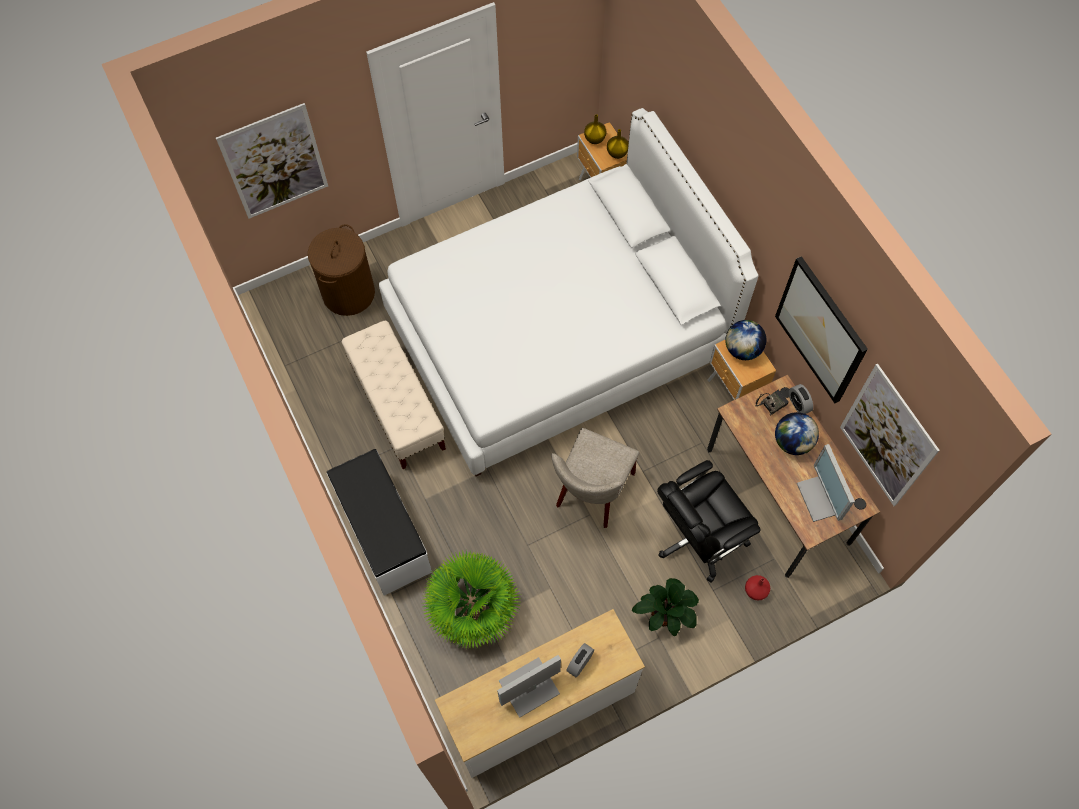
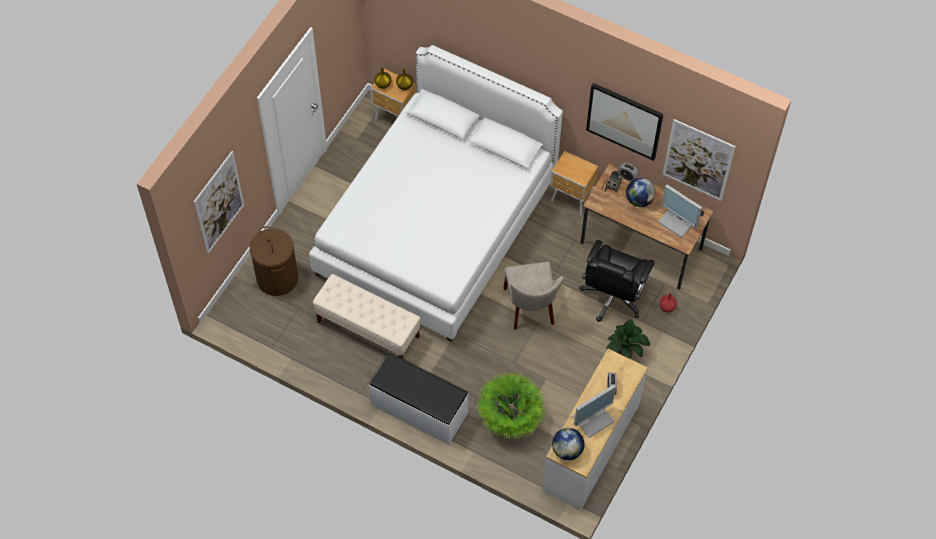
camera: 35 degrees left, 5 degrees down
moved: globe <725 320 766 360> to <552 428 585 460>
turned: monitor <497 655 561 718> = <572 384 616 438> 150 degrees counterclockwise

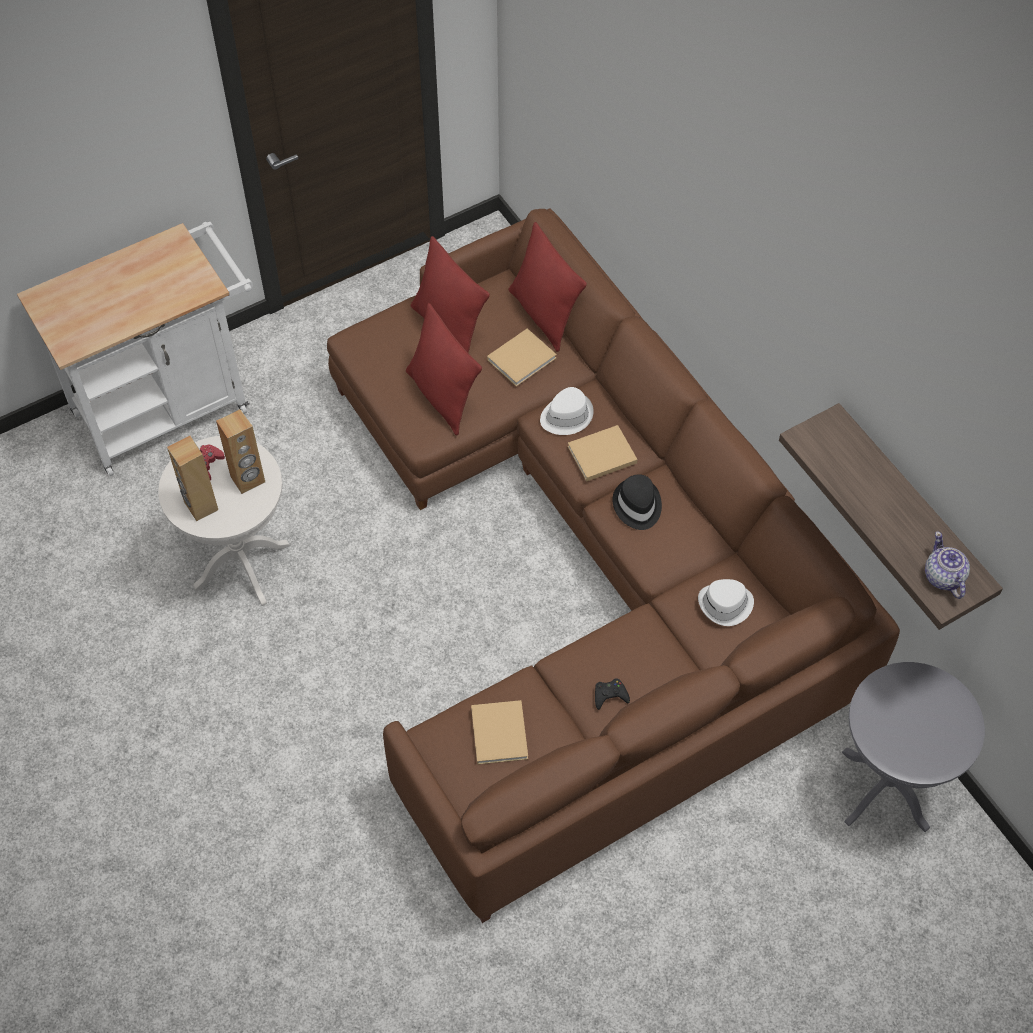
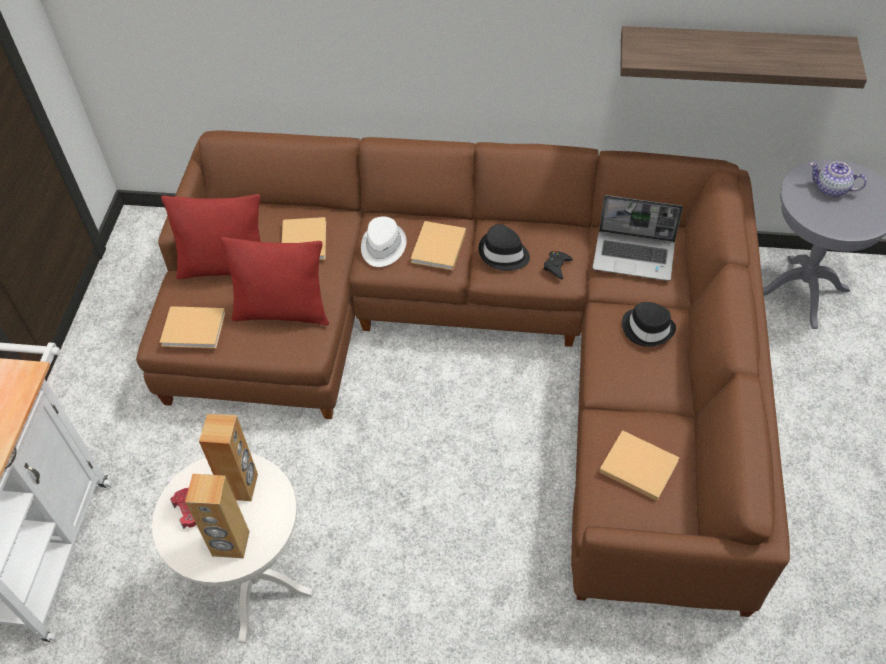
camera: 50 degrees left, 5 degrees down
removed: pillow (red) <508 222 587 352>
added: book (beige) <159 306 226 349>; hat (black) <622 302 676 347>
moved: game controller (black) <595 679 630 710> to <544 251 573 279>; teapot <925 531 970 599> to <810 162 867 197>
replaced: hat (white) <698 579 754 626> to laptop <593 195 683 281>

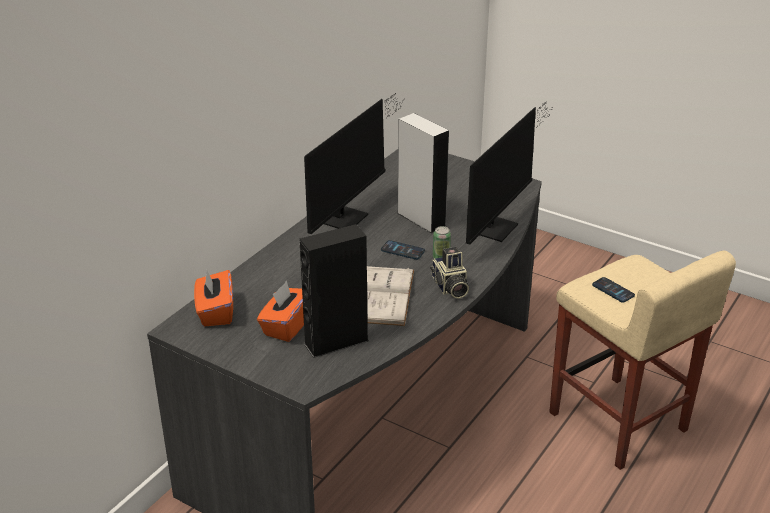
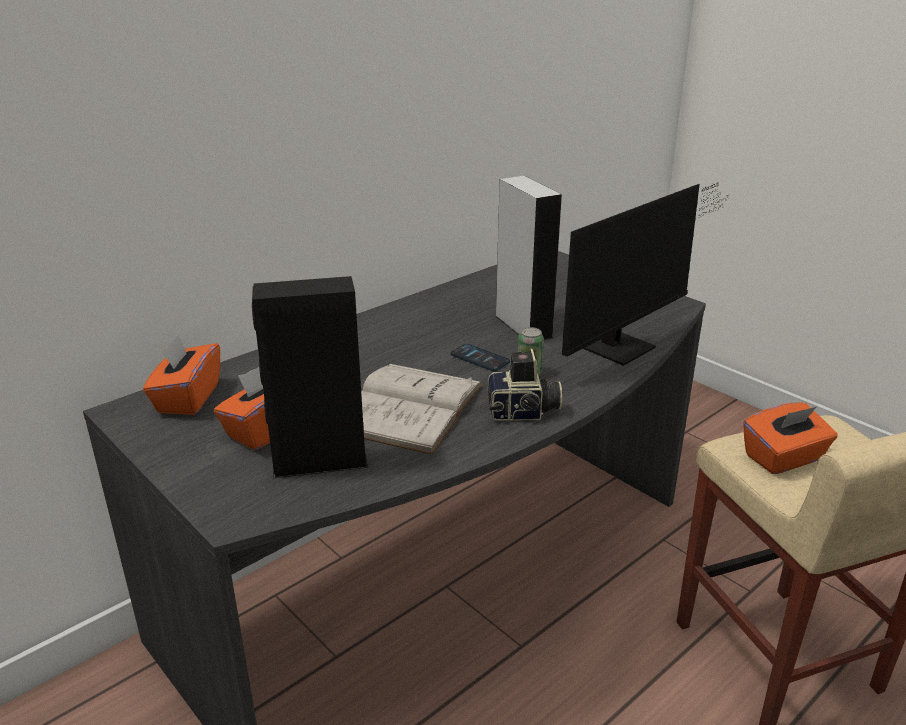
camera: 15 degrees right, 5 degrees down
removed: monitor <304 94 405 234>
replaced: phone <592 277 635 303> to tissue box (orange) <743 402 838 474>
turned: photo camera <430 247 469 299> = <487 349 562 421> 90 degrees counterclockwise

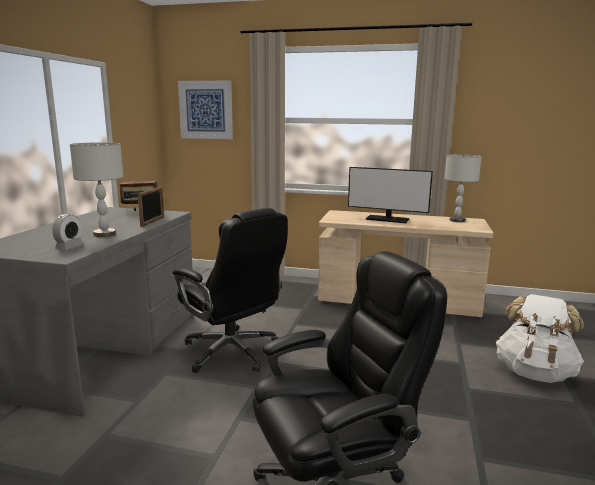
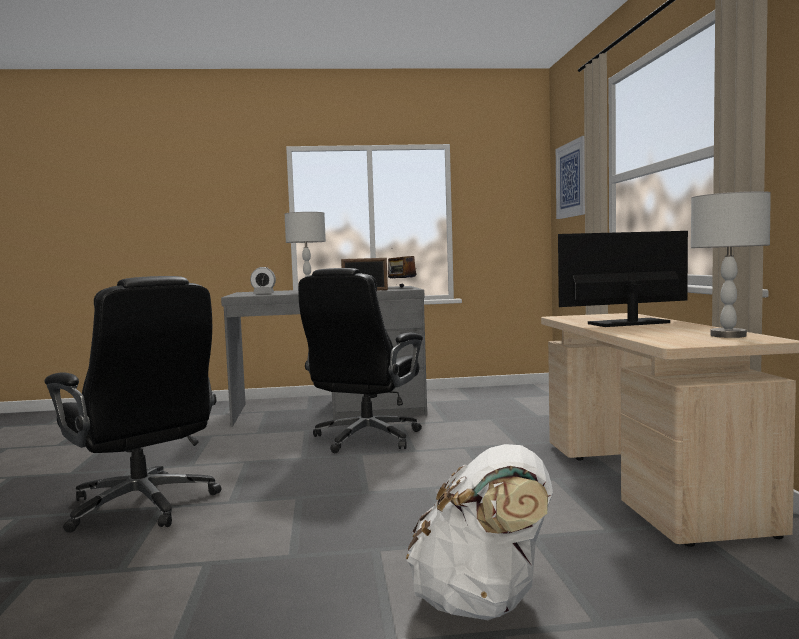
camera: 70 degrees right, 10 degrees down
turned: monitor <348 167 433 223> = <558 231 688 327> 75 degrees clockwise

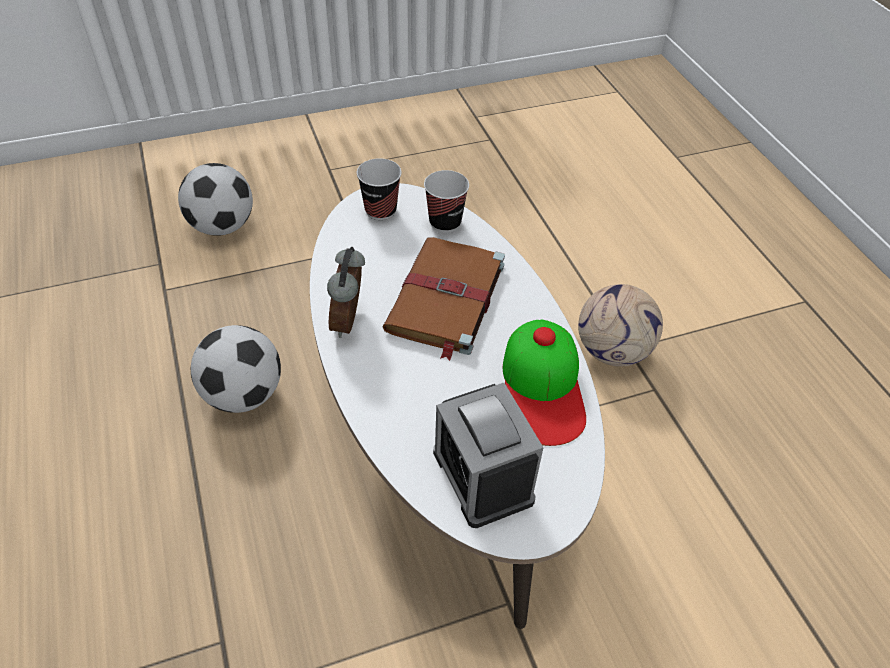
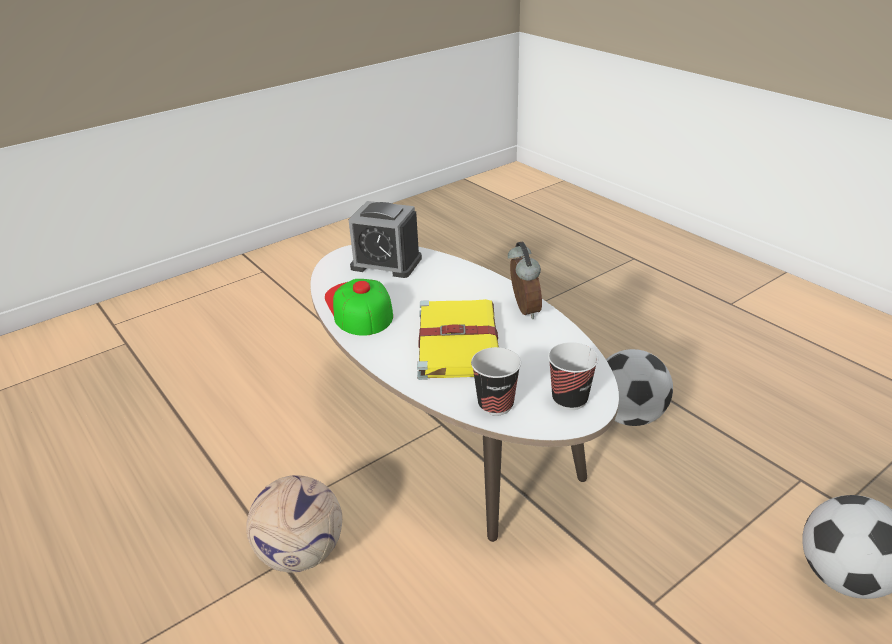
camera: 165 degrees right, 15 degrees down
recoloured: book (brown) <383 237 505 361> to book (yellow) <417 299 499 380>
turned: alarm clock <433 383 544 528> = <349 201 422 278> 150 degrees clockwise

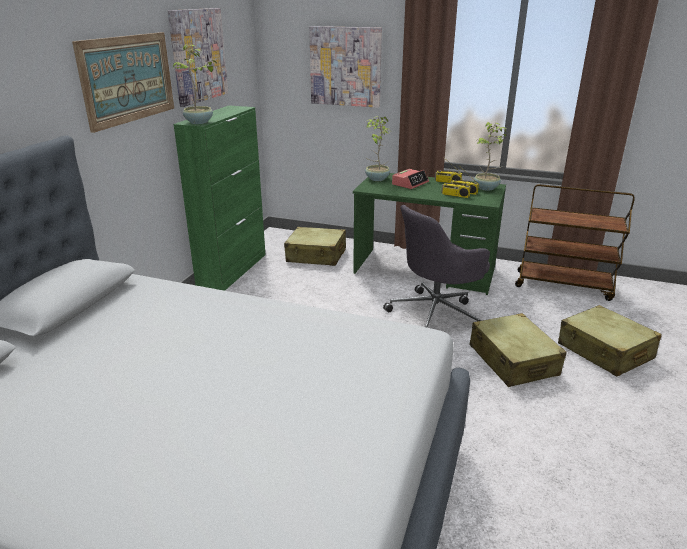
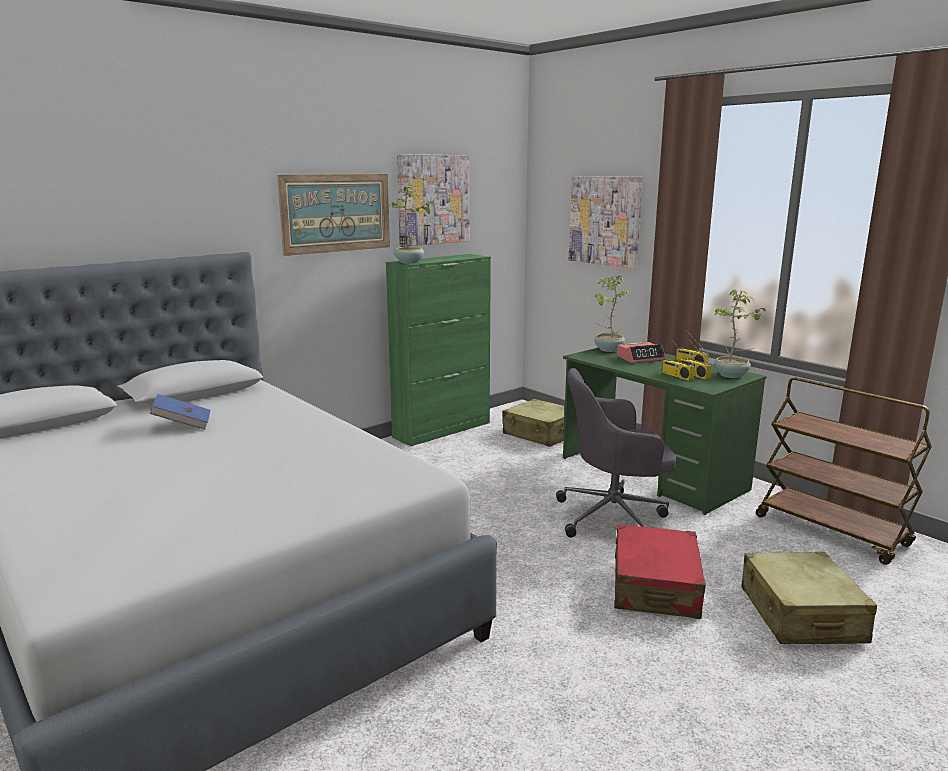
camera: 30 degrees right, 10 degrees down
added: book (blue) <149 394 210 430>
recoloured: suitcase (beige) <469 313 567 387> to suitcase (red) <614 524 706 619>

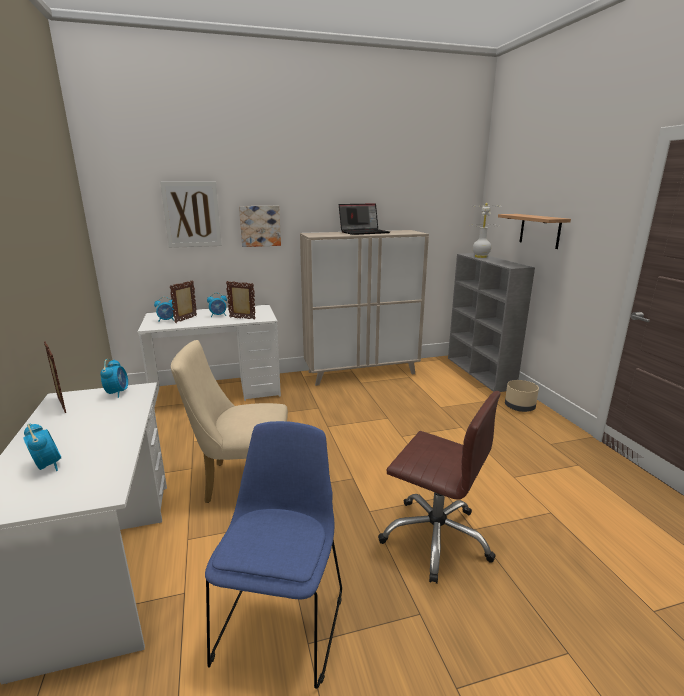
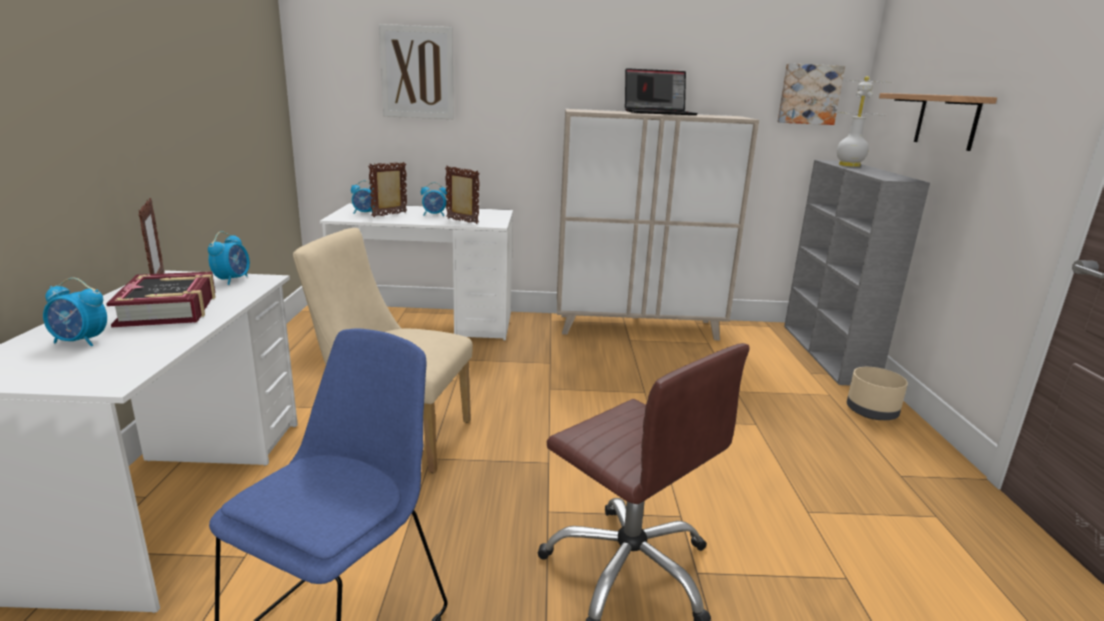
camera: 15 degrees right, 0 degrees up
added: book <106 272 215 328>
moved: picture <239 206 281 247> to <778 63 845 125>
turned: alarm clock <23 424 61 471> = <43 277 107 347> 120 degrees clockwise

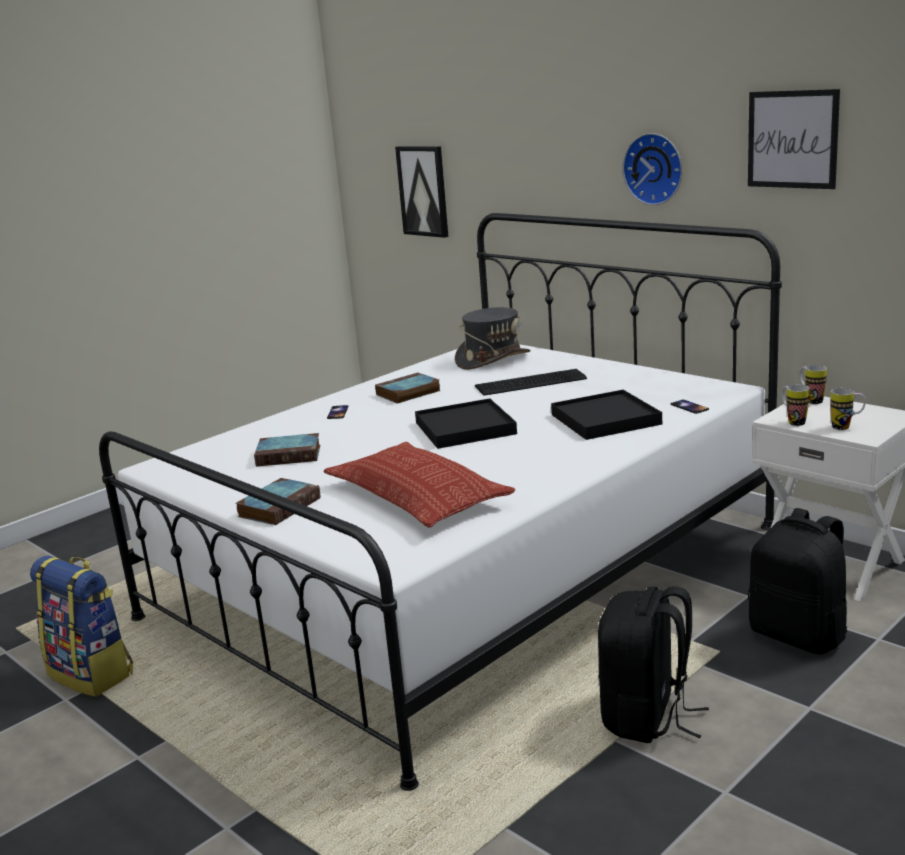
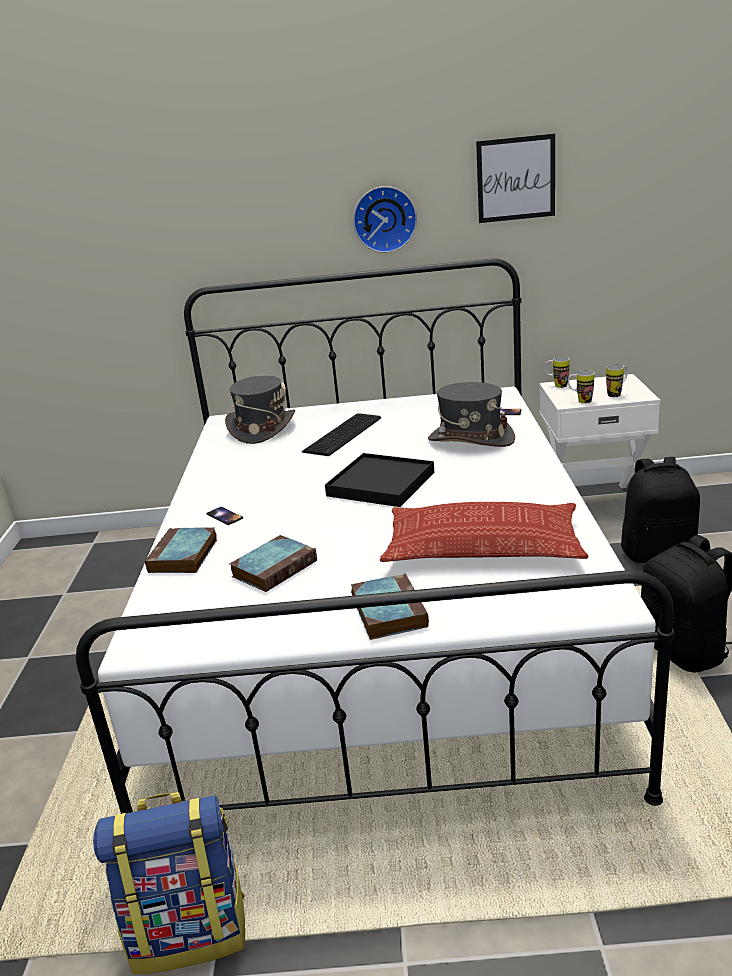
camera: 45 degrees left, 5 degrees up
removed: picture <395 146 448 238>
moved: book <375 372 441 404> to <145 527 217 573>
replaced: tray (black) <551 390 662 440> to hat (grey) <428 382 515 447>

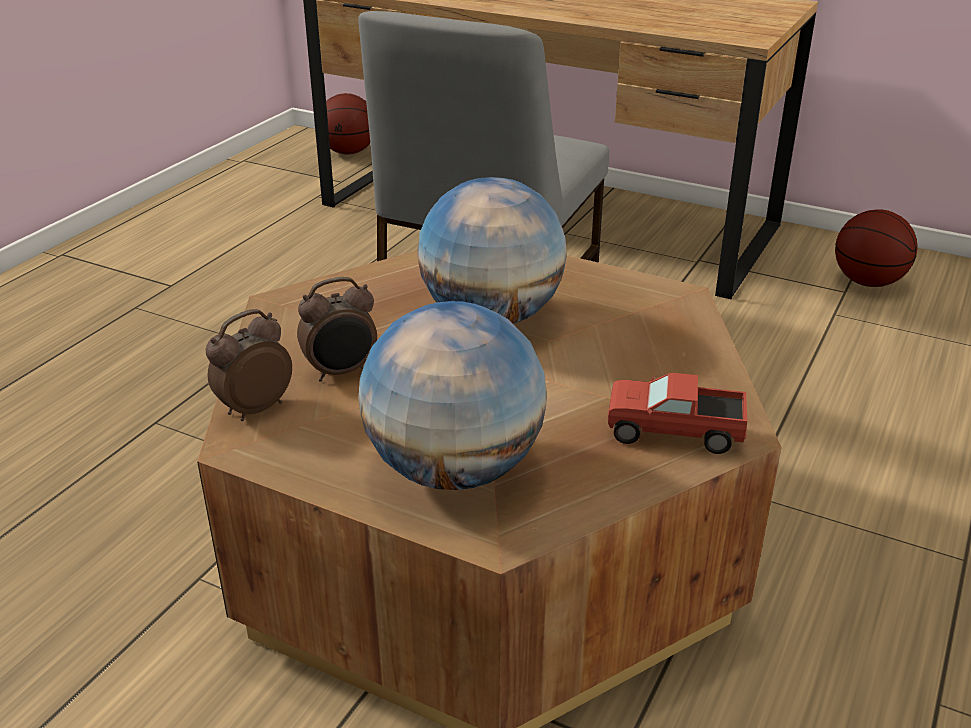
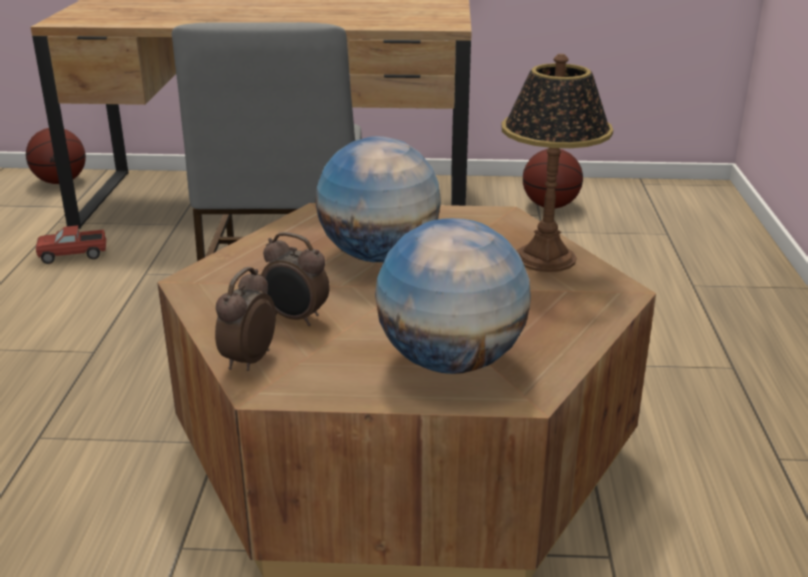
camera: 25 degrees left, 5 degrees down
added: table lamp <501 54 613 272>
moved: toy truck <608 373 747 454> to <36 225 106 264>
turned: alarm clock <297 277 377 382> = <261 232 330 326> 75 degrees clockwise

